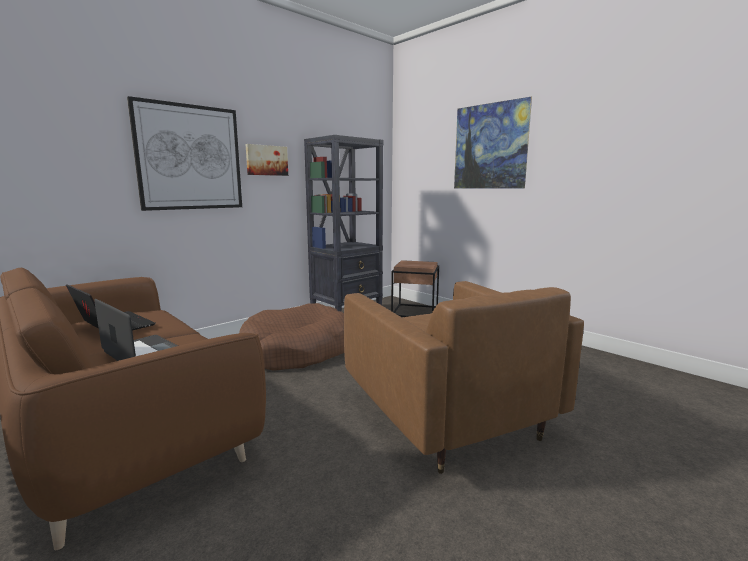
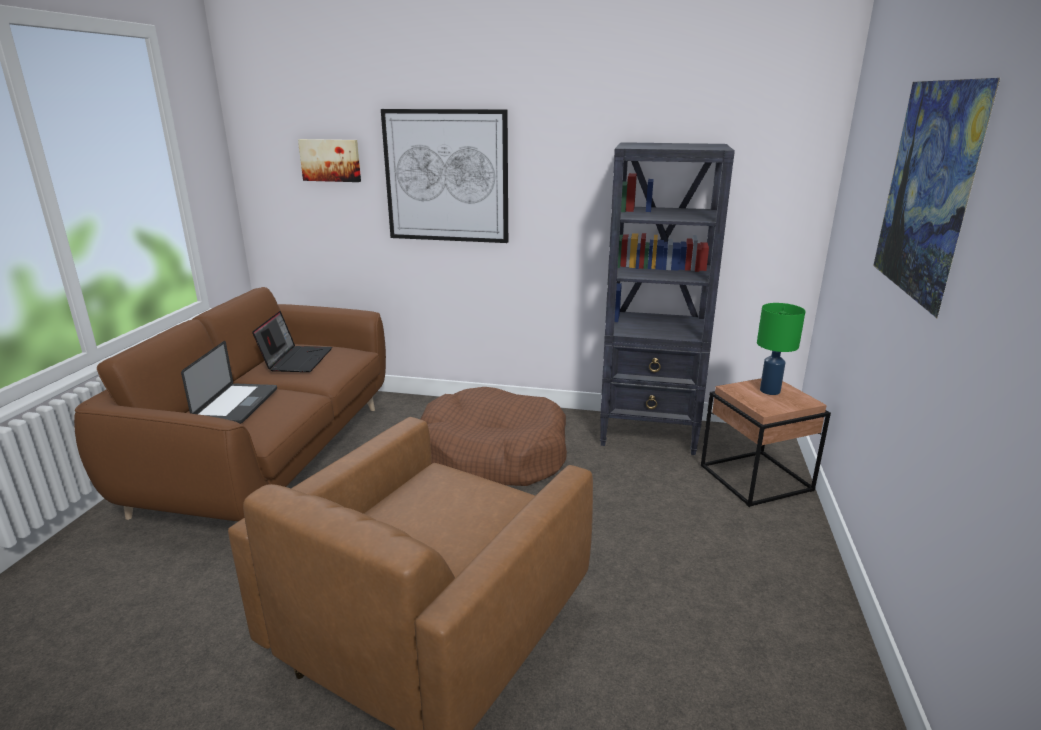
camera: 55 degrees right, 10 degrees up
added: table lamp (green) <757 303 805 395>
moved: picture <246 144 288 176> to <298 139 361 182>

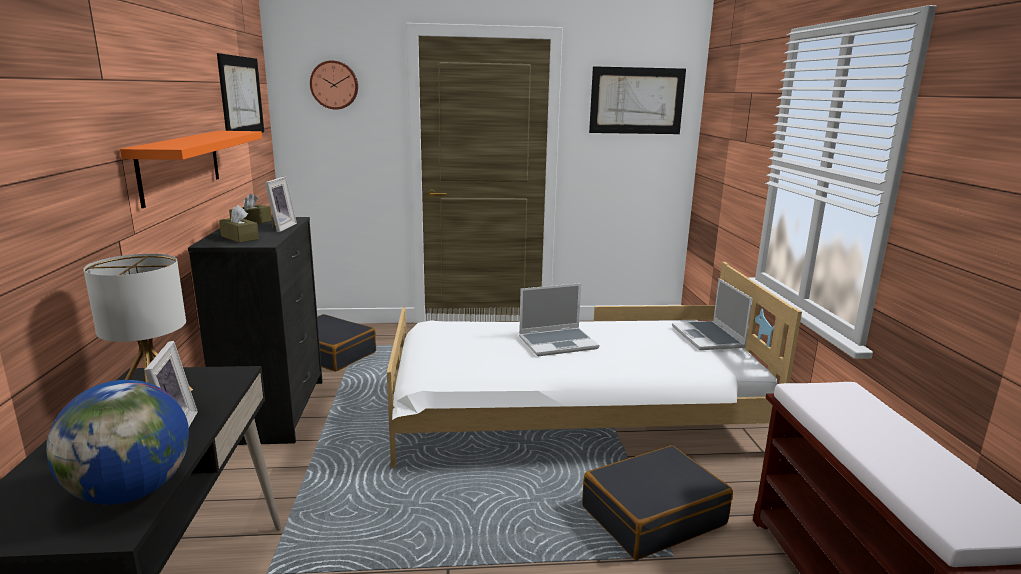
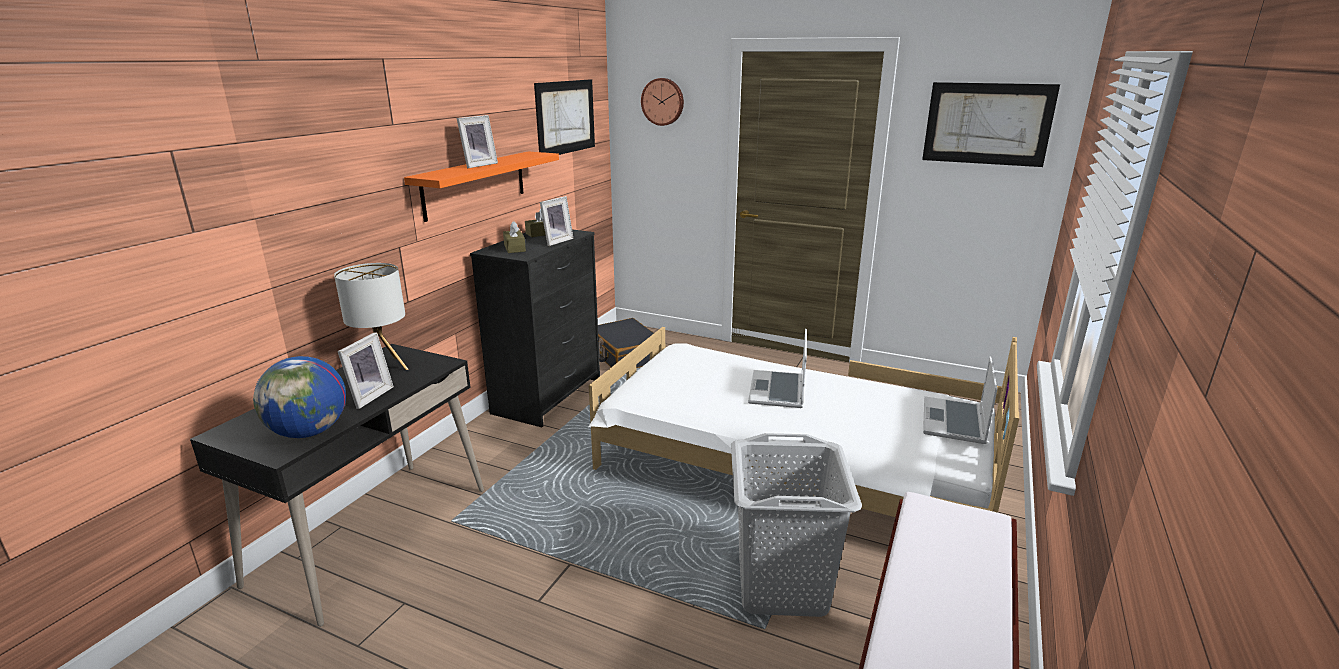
camera: 30 degrees right, 5 degrees up
added: picture frame <457 115 498 168>
replaced: suitcase (black) <582 445 733 560> to laundry basket (grey) <731 433 862 617>
turned: laptop <519 283 599 356> = <748 329 807 408> 90 degrees clockwise

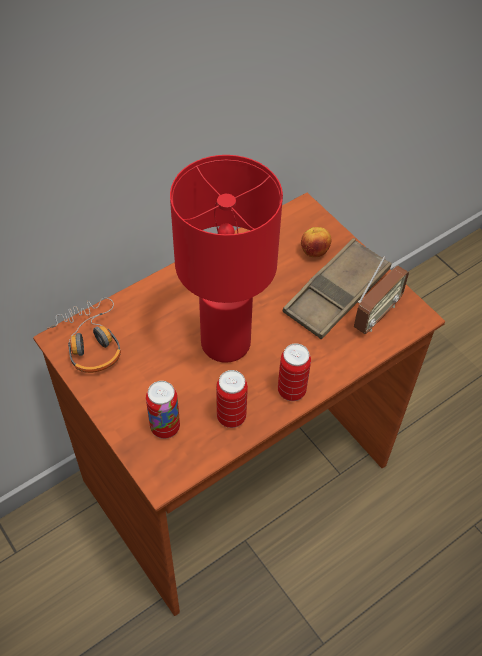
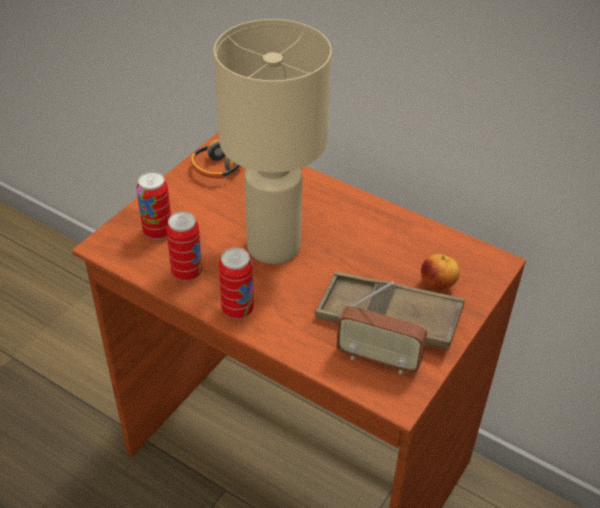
camera: 70 degrees right, 10 degrees down
recoloured: table lamp (red) <170 155 283 363> to table lamp (beige) <214 19 332 264>

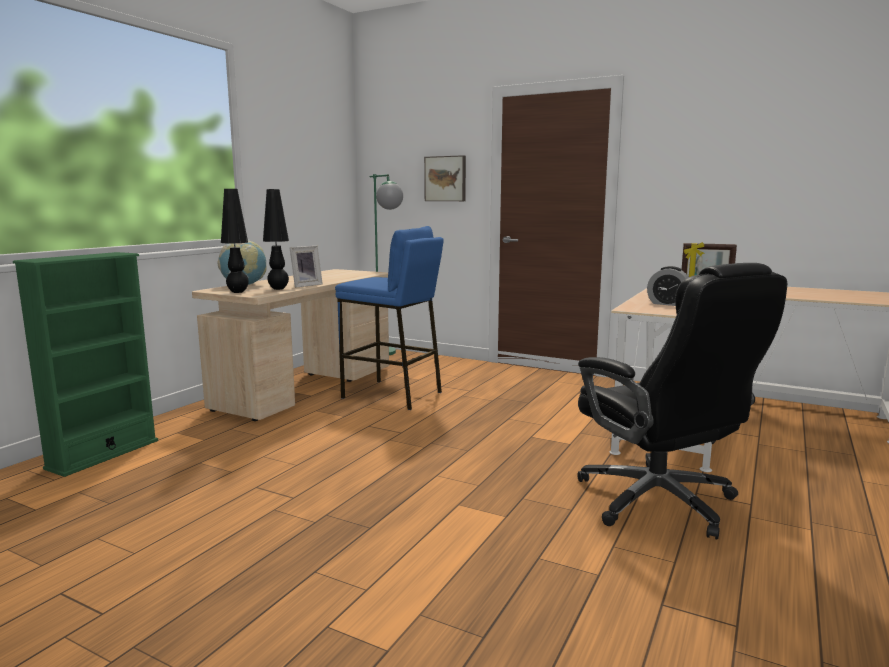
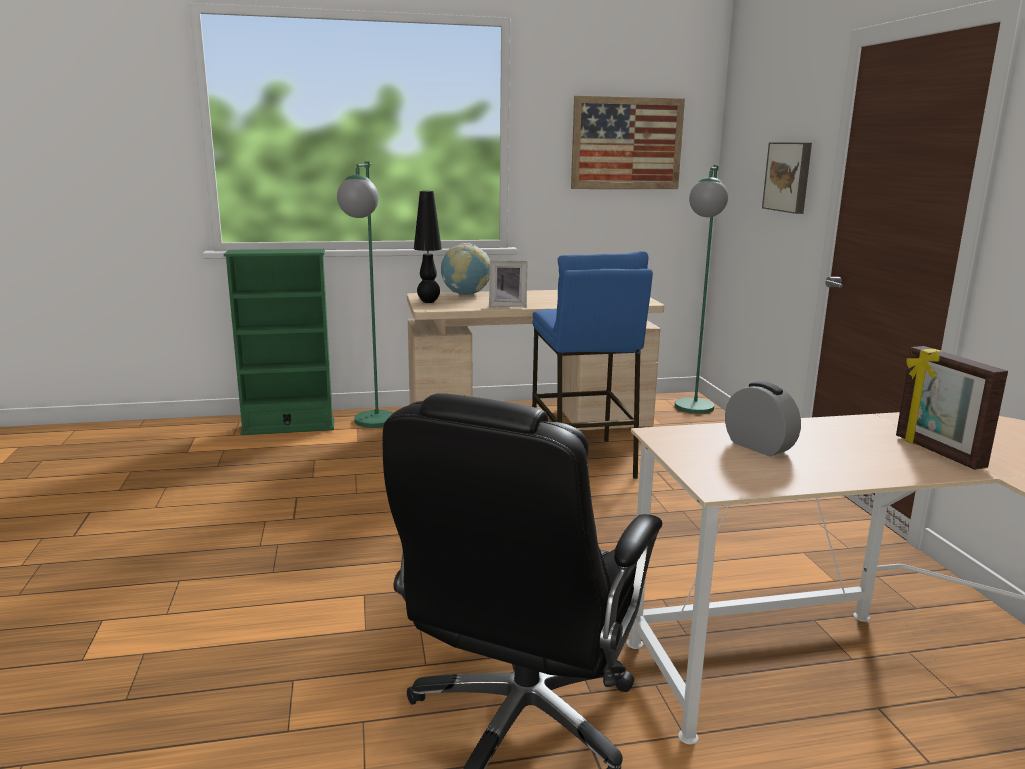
camera: 50 degrees right, 5 degrees up
removed: table lamp (black) <263 189 289 290>
added: floor lamp (green) <337 161 393 428>; picture <571 96 685 189>
turned: alarm clock <647 266 689 306> = <725 381 801 457> 150 degrees clockwise

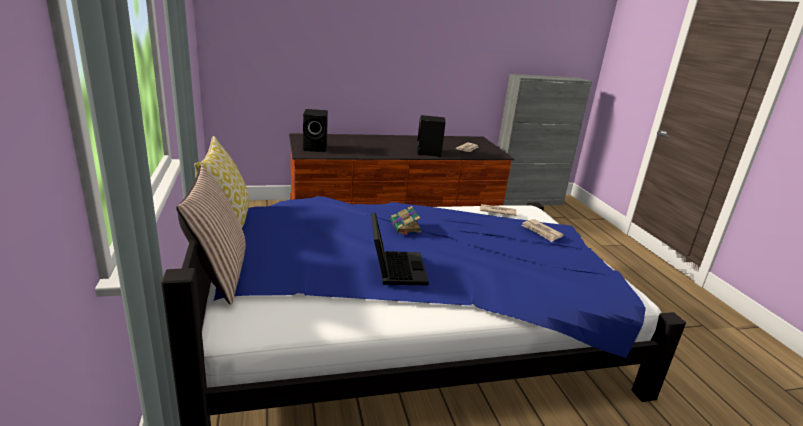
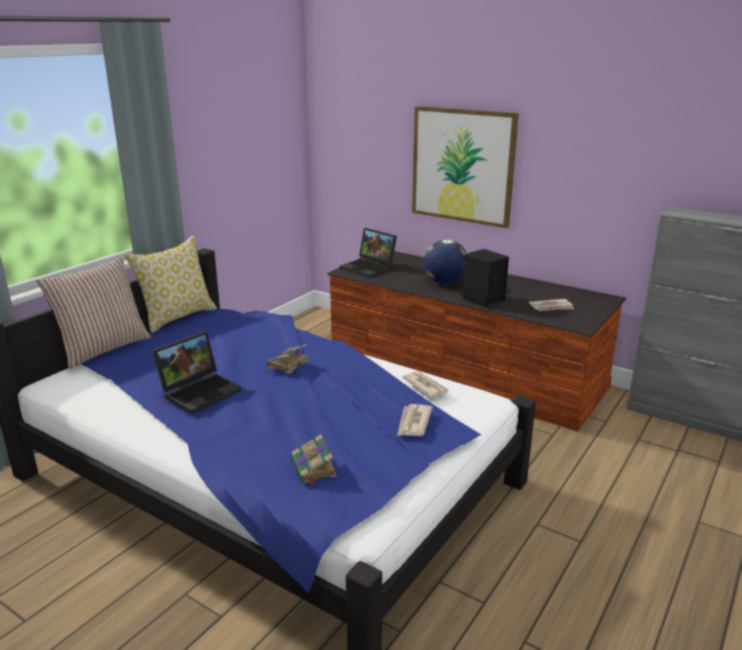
camera: 50 degrees right, 0 degrees up
added: book <291 434 337 485>; picture <412 106 519 228>; globe <424 240 467 284>
replaced: speaker (black) <303 109 328 152> to laptop <340 228 397 278>

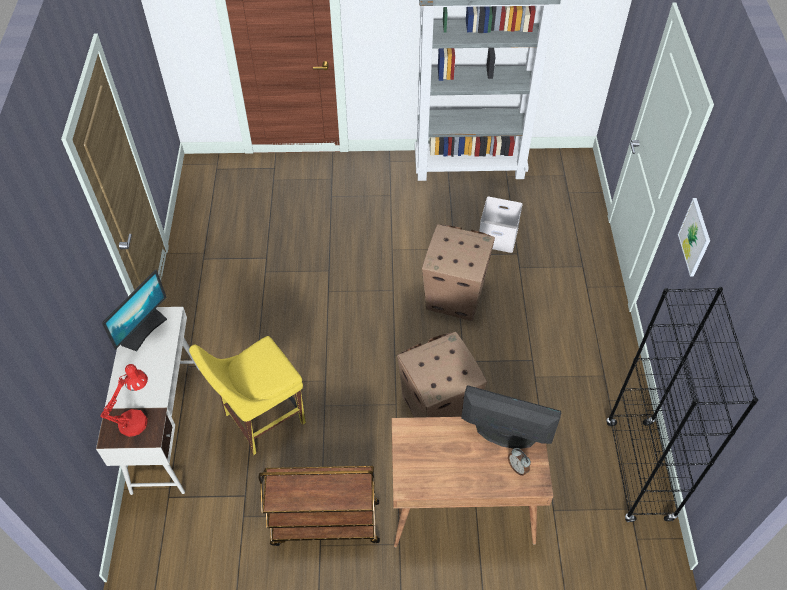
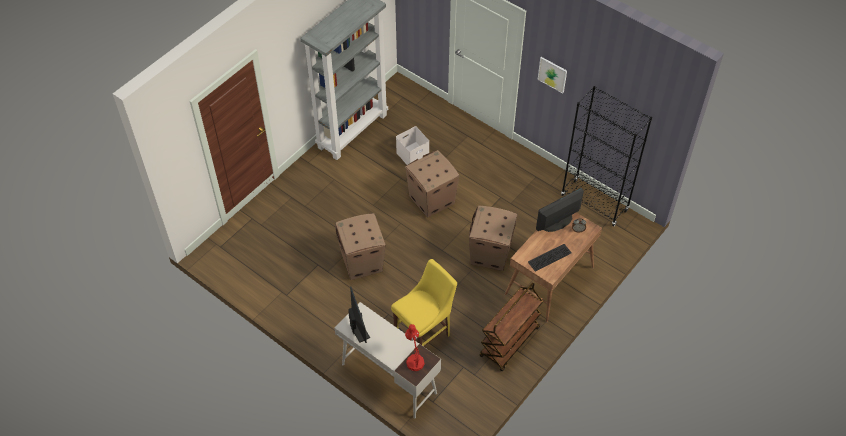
camera: 50 degrees left, 0 degrees up
added: cardboard box <335 213 386 280>; keyboard <528 244 572 272>
turned: chair (yellow) <189 336 306 455> = <391 259 457 347> 135 degrees counterclockwise

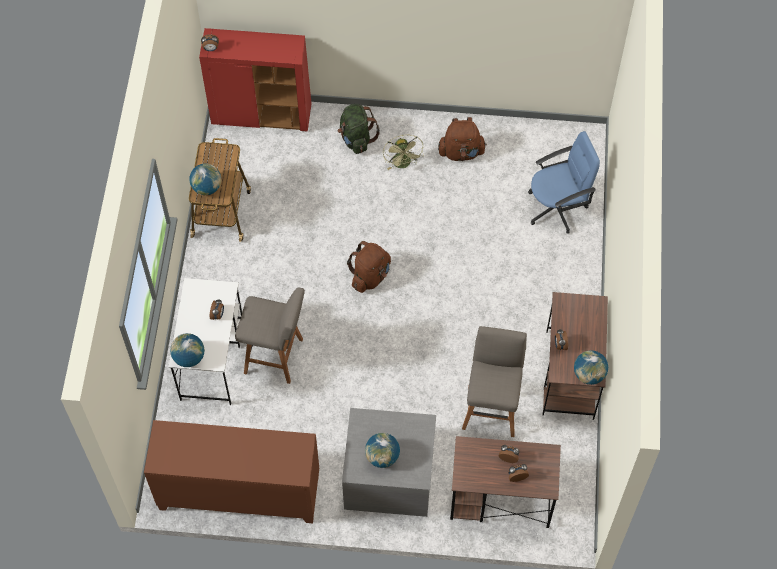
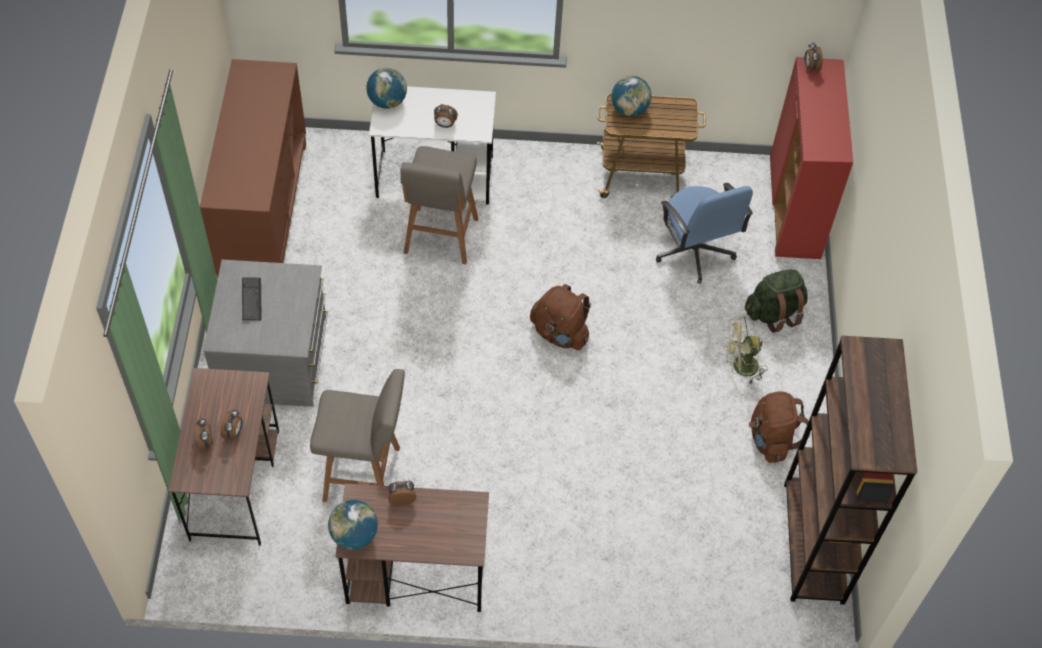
camera: 85 degrees right, 5 degrees down
added: bookcase (brown) <784 336 917 605>
moved: office chair (blue) <528 131 600 234> to <656 183 753 284>
replaced: globe <365 433 400 468> to keyboard <242 277 262 320>

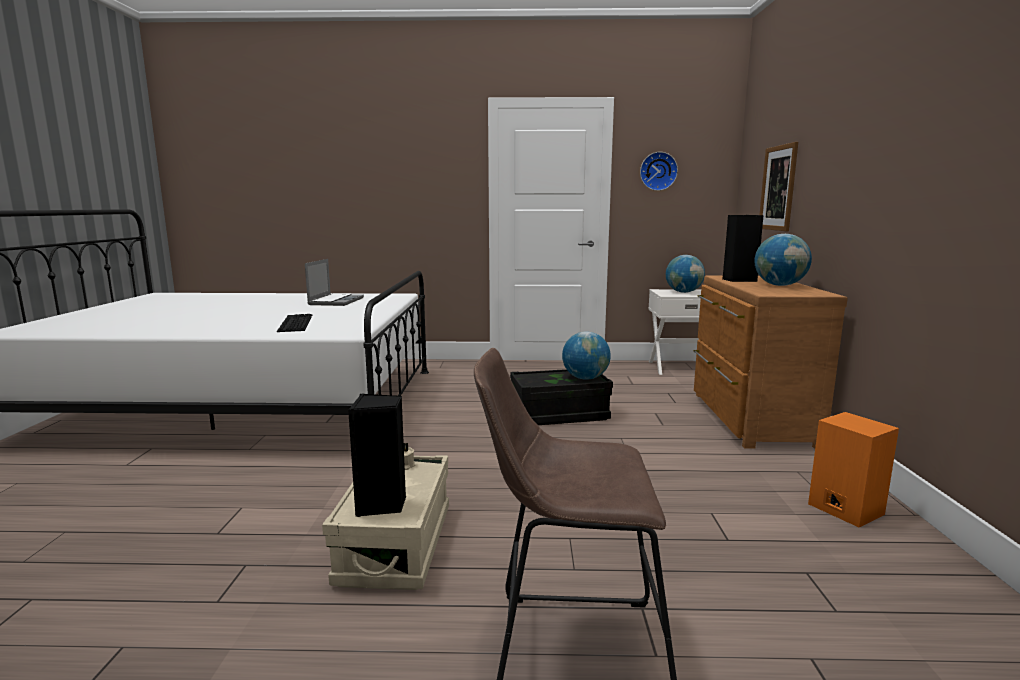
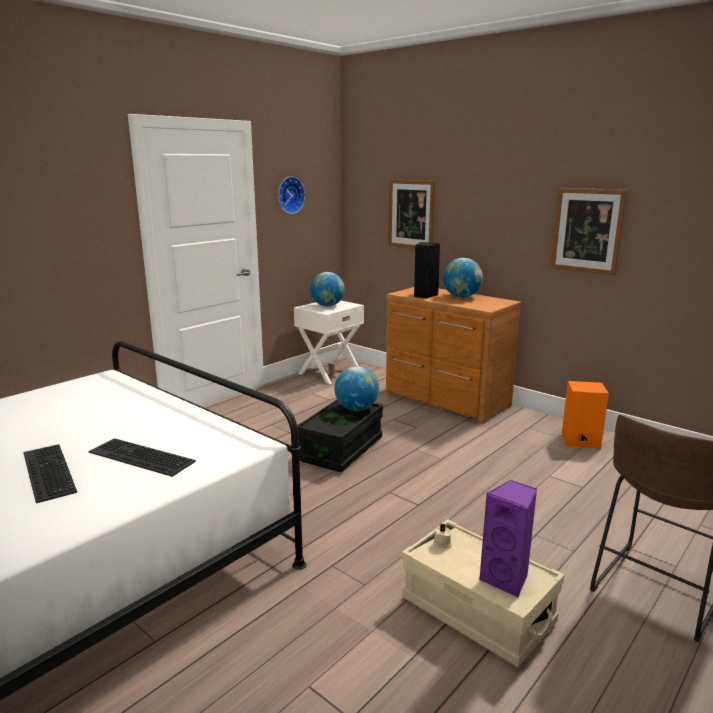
camera: 50 degrees left, 5 degrees up
removed: laptop <305 259 364 306>
added: keyboard <23 444 77 503>; picture <551 188 627 275>
recoloured: speaker (black) <348 393 406 517> to speaker (purple) <479 480 537 597>

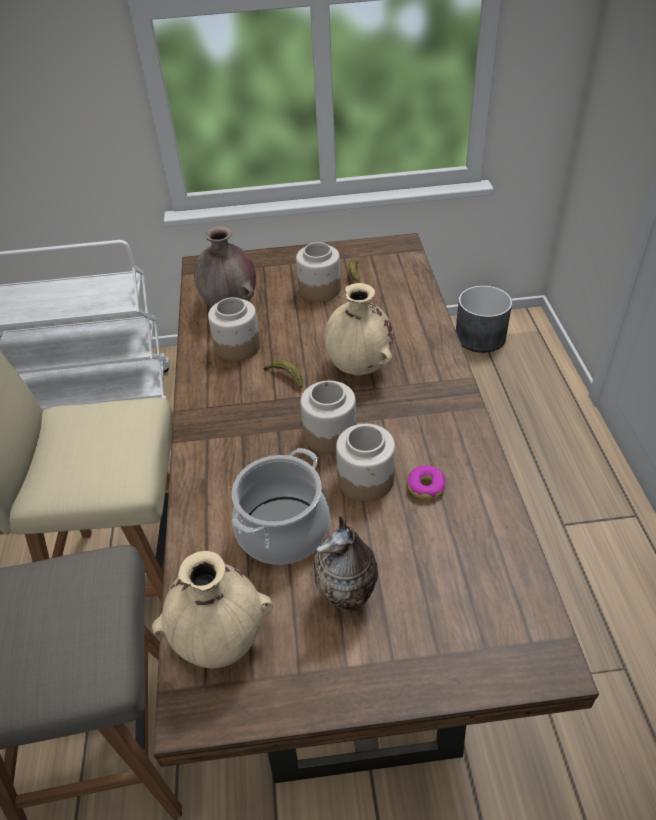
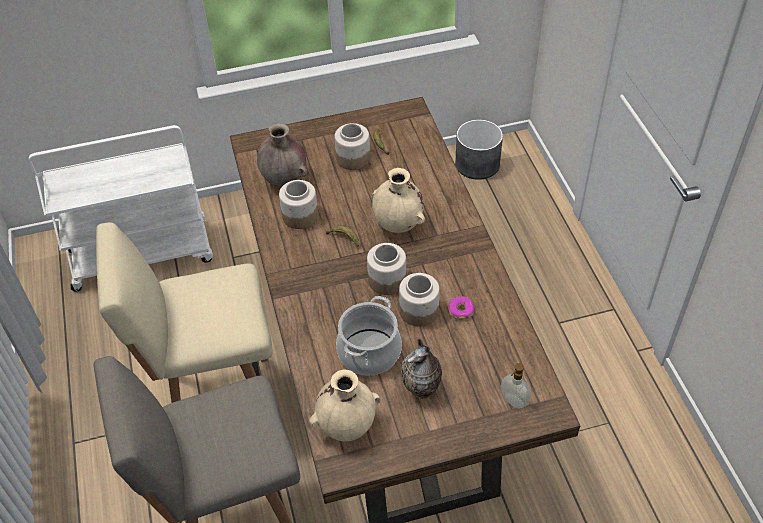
camera: 10 degrees left, 5 degrees up
added: soap dispenser <501 363 530 409>

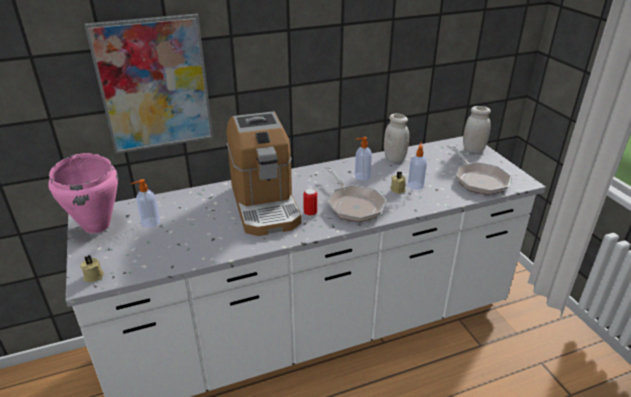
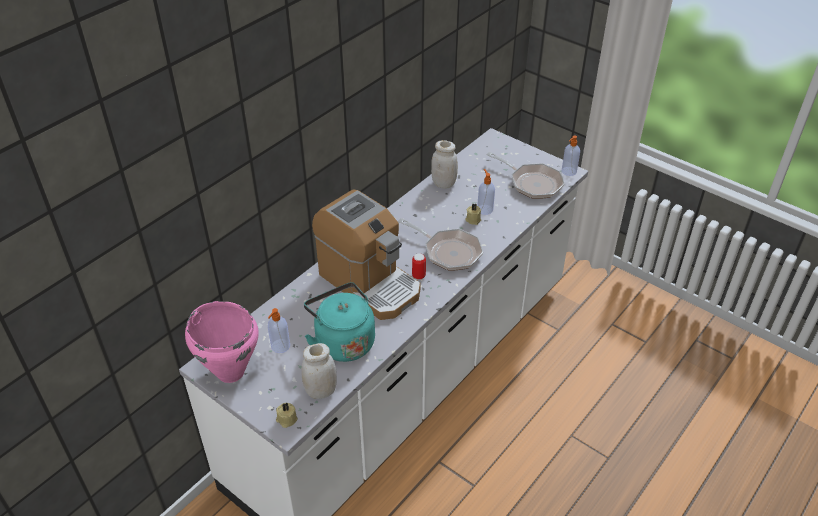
camera: 30 degrees left, 10 degrees up
removed: picture <84 13 213 154>
added: kettle (turquoise) <304 282 375 362>
moved: jar (white) <463 106 491 153> to <301 343 337 399>; soap dispenser <355 137 372 180> to <562 135 580 176>

